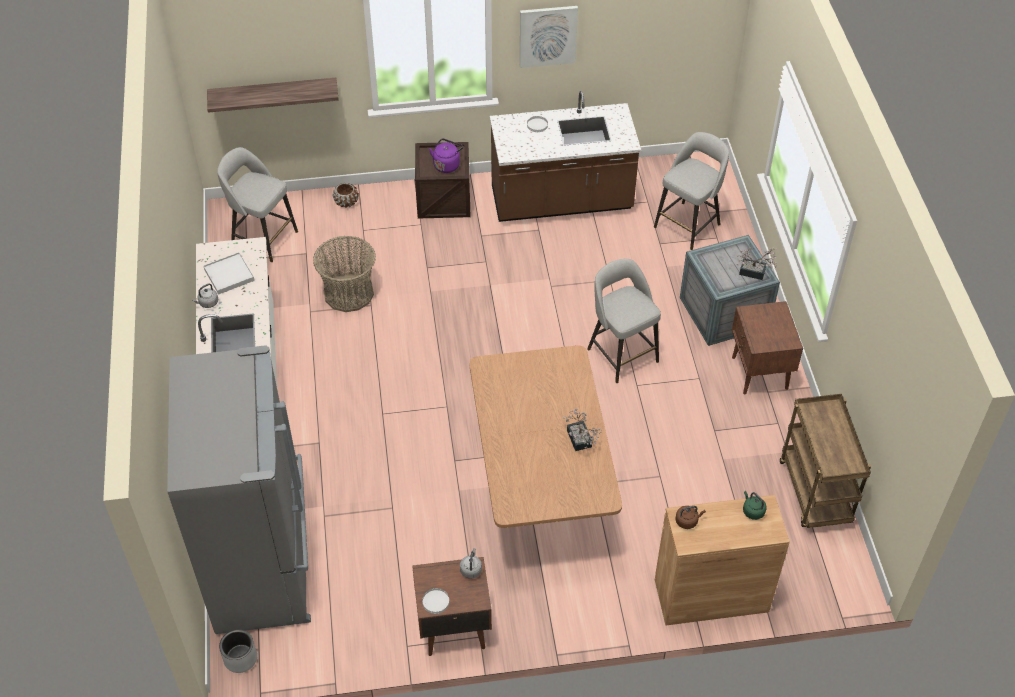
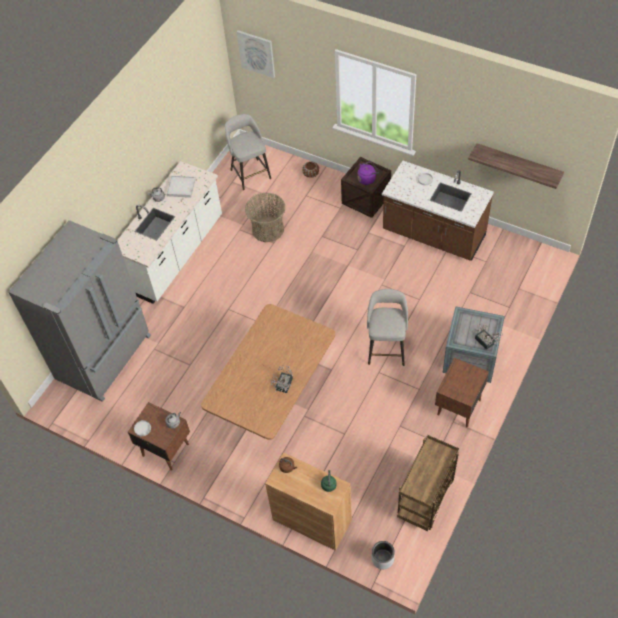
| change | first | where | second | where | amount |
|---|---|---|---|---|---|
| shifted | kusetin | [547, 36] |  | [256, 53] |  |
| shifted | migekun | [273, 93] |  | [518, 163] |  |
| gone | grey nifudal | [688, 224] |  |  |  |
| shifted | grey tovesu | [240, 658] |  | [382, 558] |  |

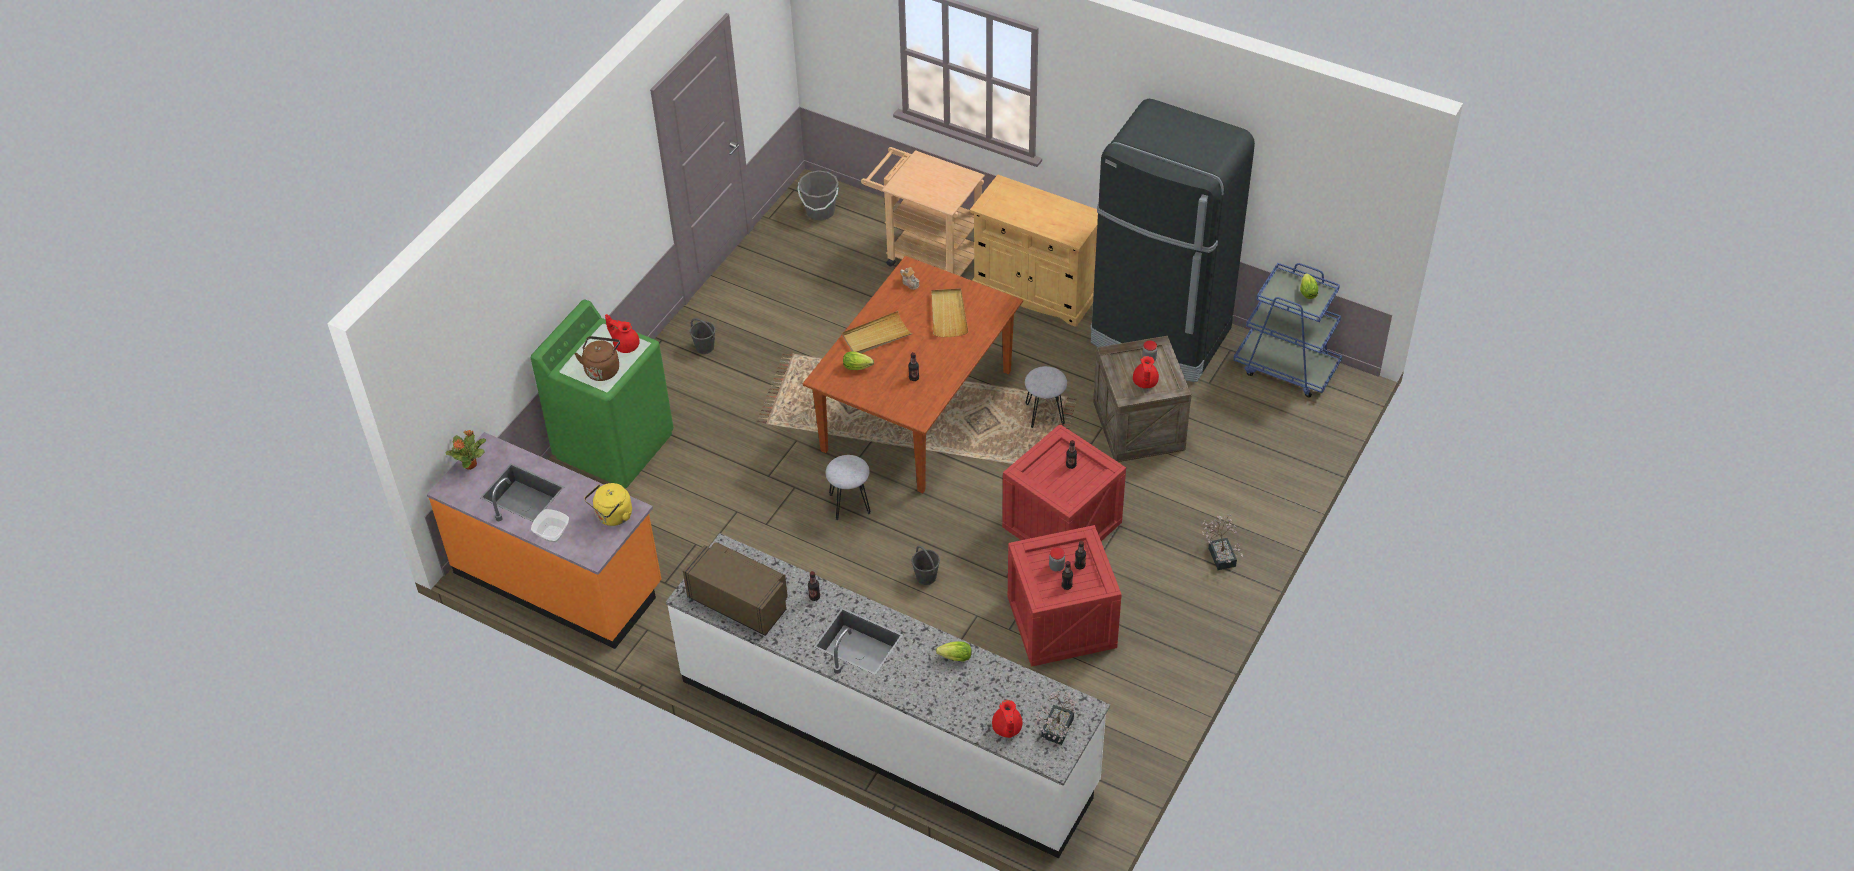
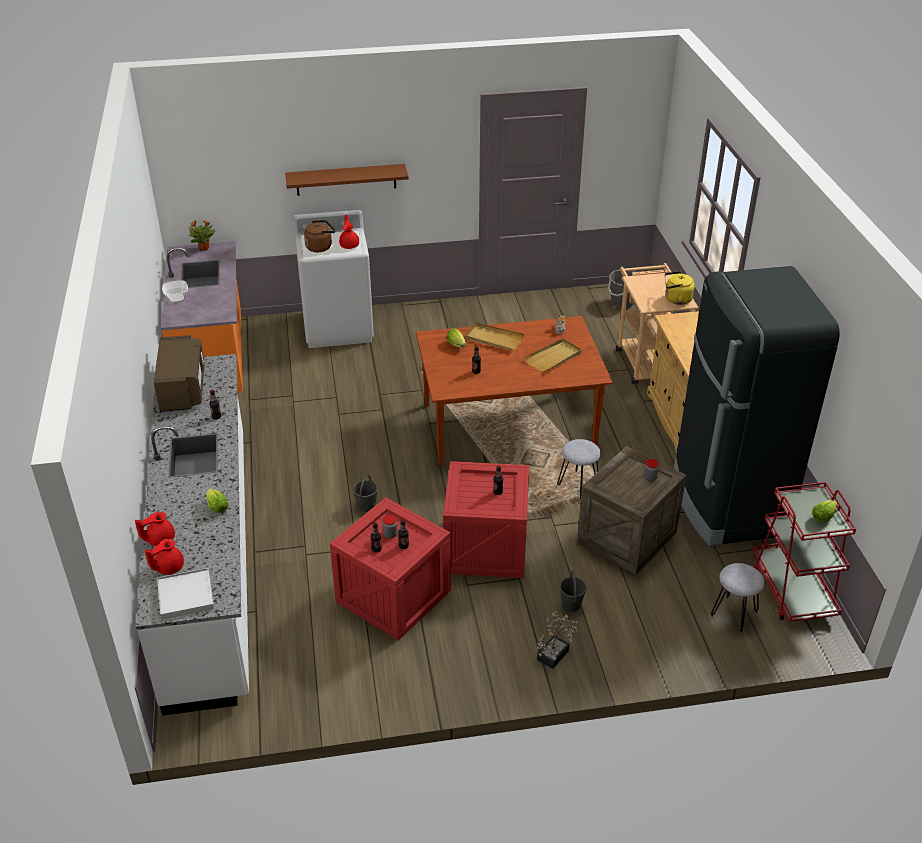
| change | first | where | second | where | amount |
|---|---|---|---|---|---|
| repainted | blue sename | [1286, 368] | red sename | [793, 590] |  |
| repainted | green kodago | [615, 445] | white kodago | [338, 327] |  |
| shifted | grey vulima | [704, 347] |  | [571, 604] |  |
| shifted | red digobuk | [1144, 382] |  | [159, 539] |  |
| shifted | grey nifudal | [849, 504] |  | [733, 613] |  |
| shifted | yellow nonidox | [612, 516] |  | [676, 299] |  |
| swapped | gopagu | [1055, 731] | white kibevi | [186, 595] |  |
| new |  |  | brown migekun | [346, 179] |  |

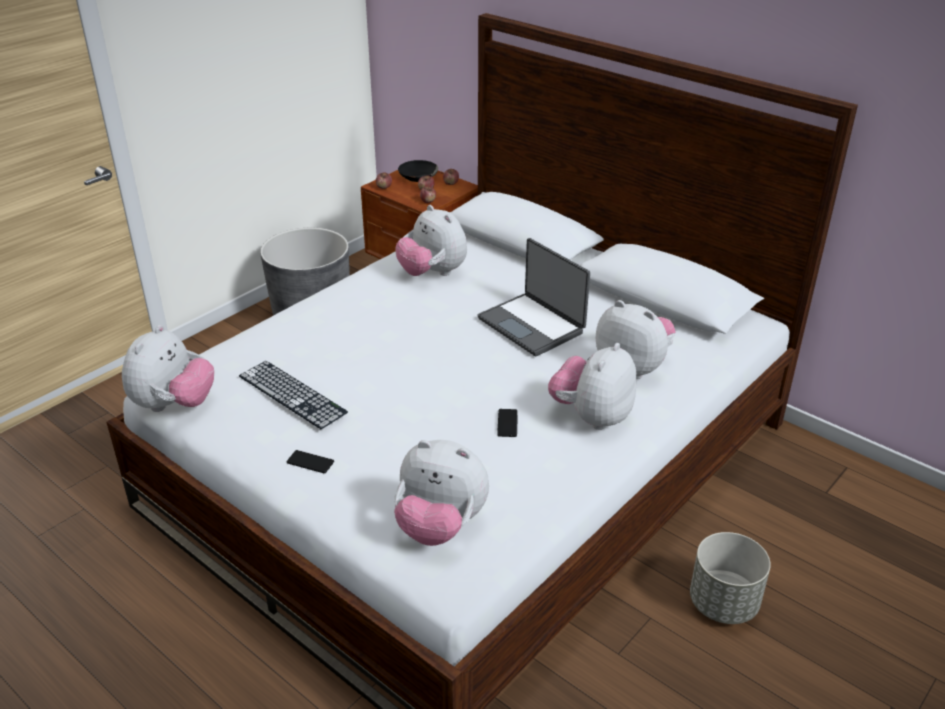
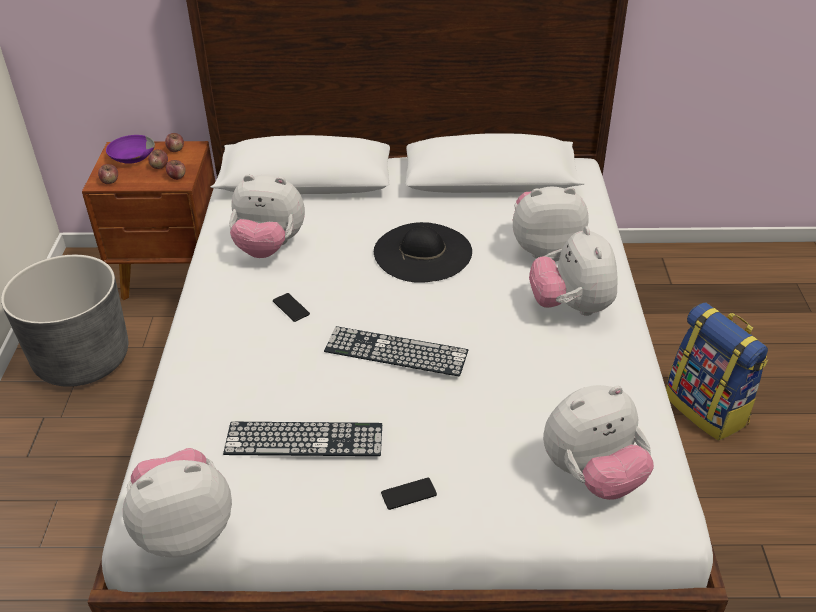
| change | first | where | second | where | amount |
|---|---|---|---|---|---|
| repainted | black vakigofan | [417, 177] | purple vakigofan | [131, 156] |  |
| swapped | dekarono | [532, 325] | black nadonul | [422, 252] |  |
| rotated | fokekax | [174, 405] |  | [185, 529] | 90 degrees counterclockwise |
| shifted | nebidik | [507, 423] |  | [291, 308] |  |
| swapped | grey tovesu | [723, 604] | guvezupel | [707, 409] |  |
| new |  |  | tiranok | [395, 351] |  |

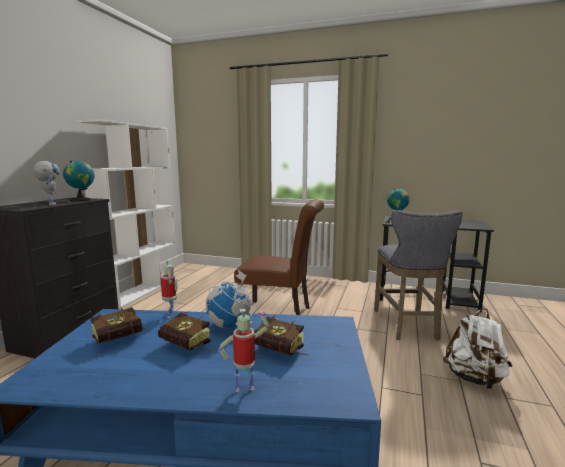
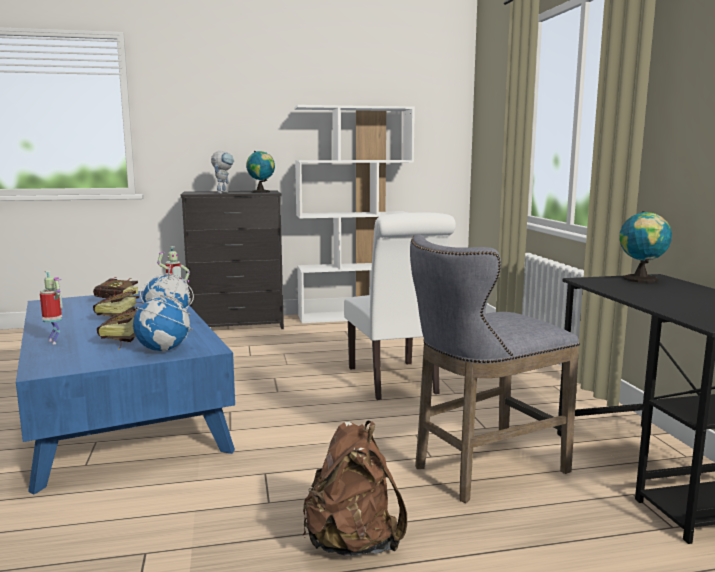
| change | first | where | second | where | amount |
|---|---|---|---|---|---|
| repainted | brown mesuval | [280, 313] | white mesuval | [395, 382] |  |
| repainted | white guvezupel | [475, 379] | brown guvezupel | [353, 543] |  |
| new |  |  | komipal | [164, 349] |  |

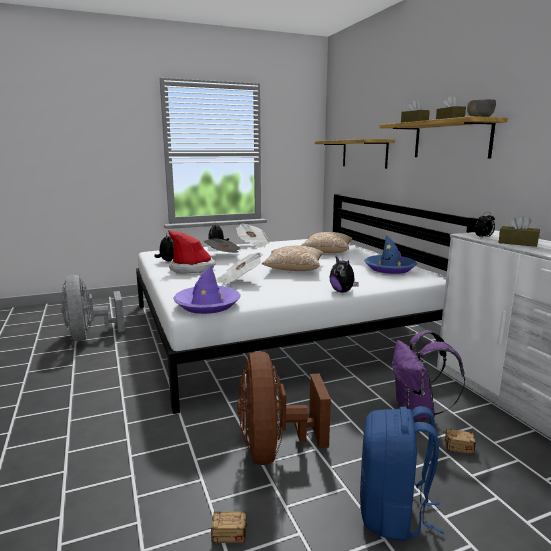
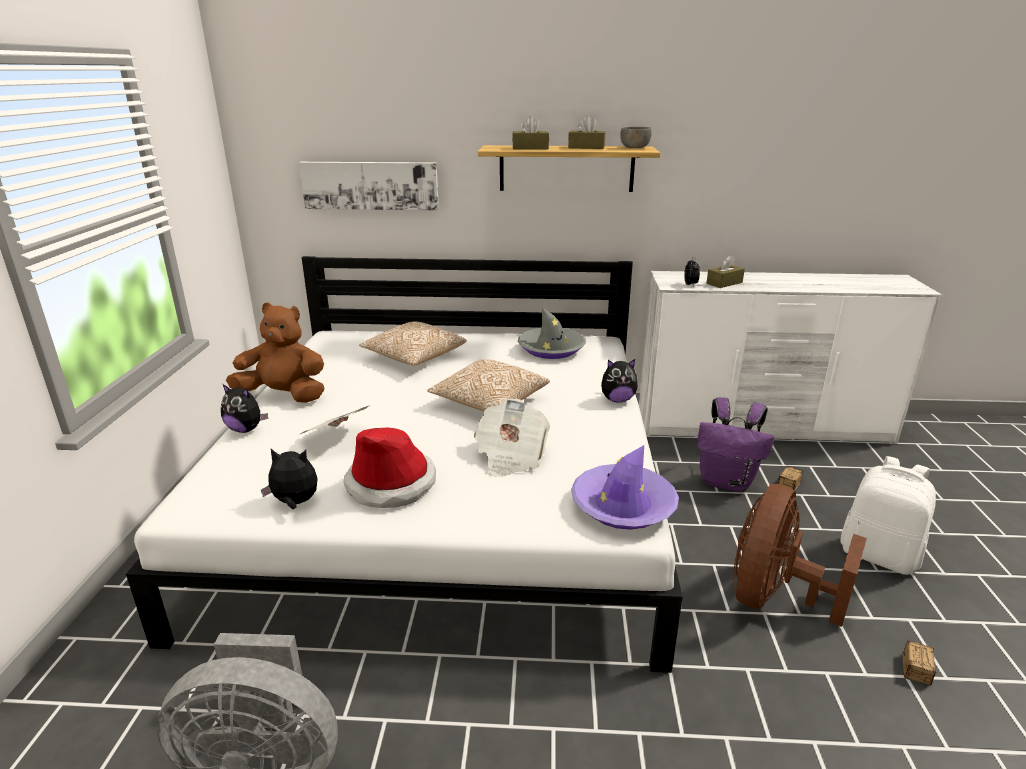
| change | first | where | second | where | amount |
|---|---|---|---|---|---|
| swapped | migekun | [364, 154] | kusetin | [370, 185] |  |
| swapped | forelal | [253, 244] | brown fokekax | [284, 396] |  |
| repainted | blue nadonul | [390, 269] | grey nadonul | [551, 349] |  |
| rotated | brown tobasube | [274, 449] |  | [774, 597] | 105 degrees clockwise |
| repainted | blue guvezupel | [393, 513] | white guvezupel | [879, 555] |  |

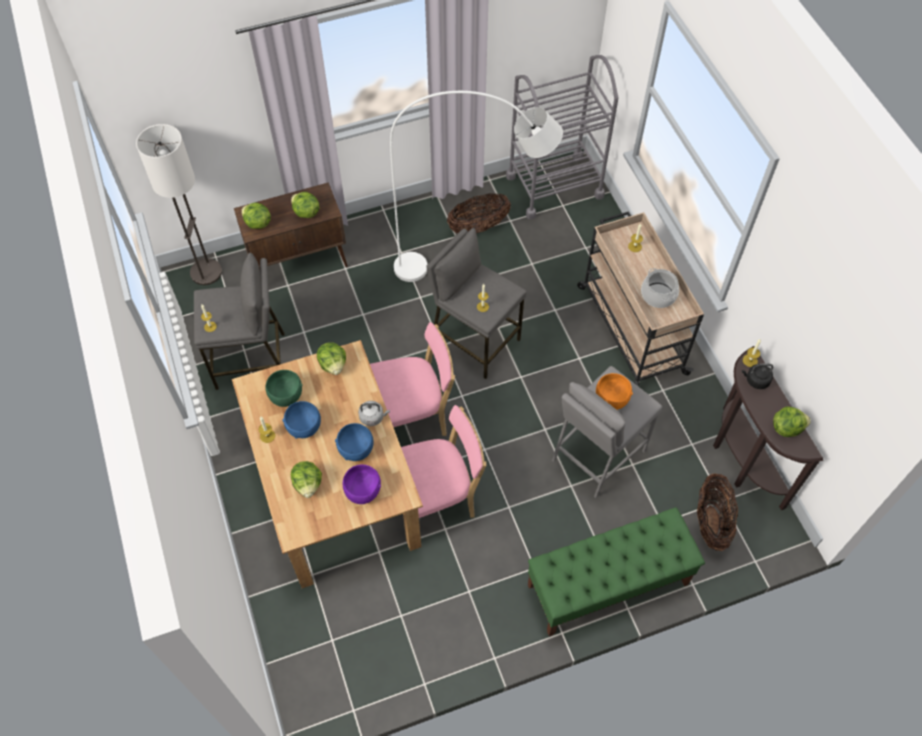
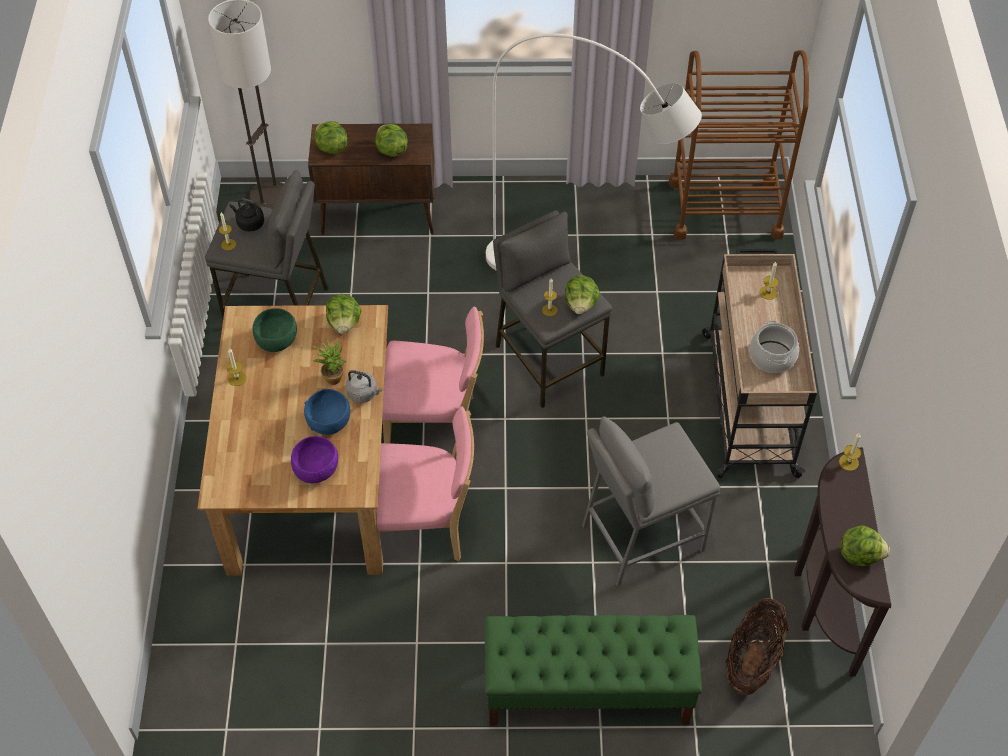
| change | first | where | second | where | amount |
|---|---|---|---|---|---|
| repainted | grey sename | [554, 186] | brown sename | [725, 208] |  |
| gone | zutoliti | [478, 226] |  |  |  |
| shifted | black nonidox | [756, 380] |  | [249, 223] |  |
| gone | orange vakigofan | [611, 399] |  |  |  |
| gone | blue vakigofan | [304, 426] |  |  |  |
| shifted | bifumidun | [308, 484] |  | [581, 304] |  |
| new |  |  | gopagu | [333, 375] |  |

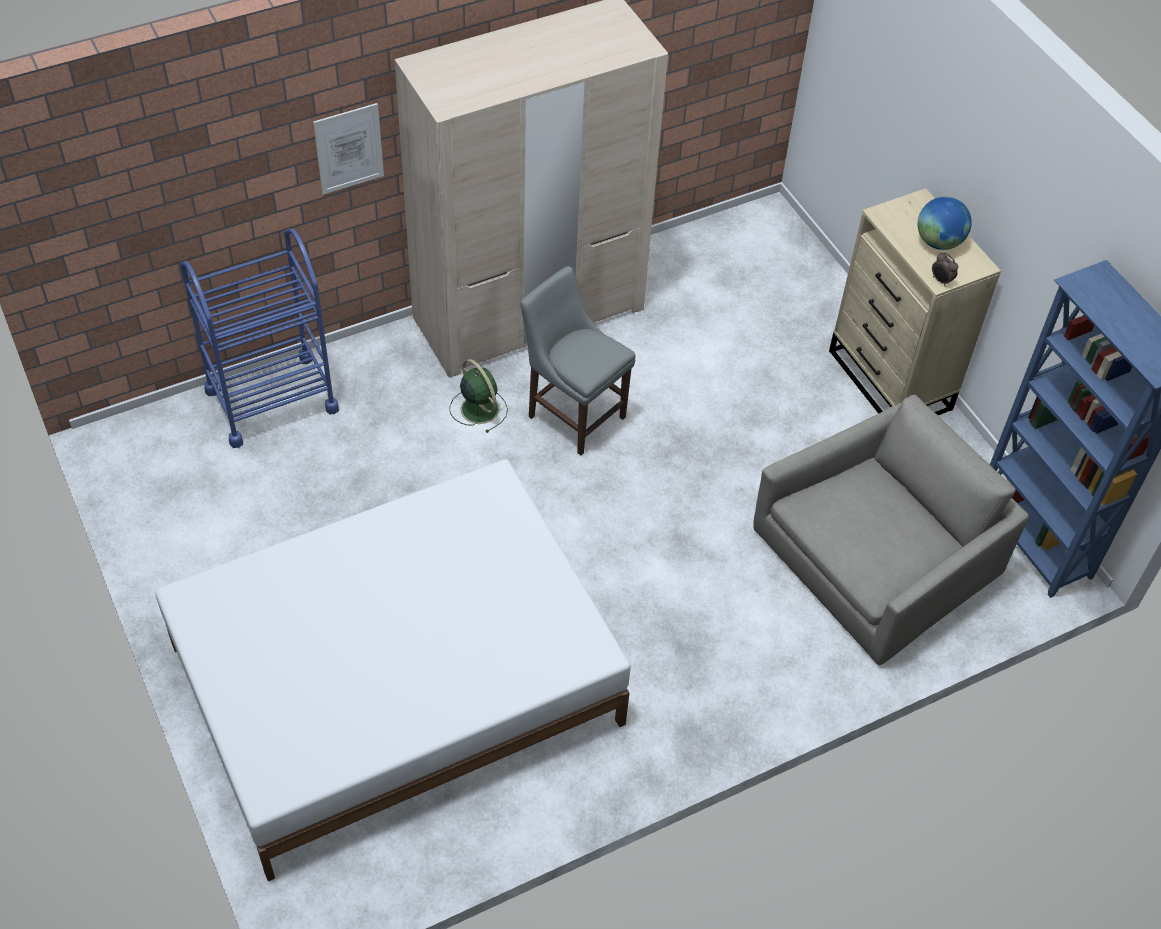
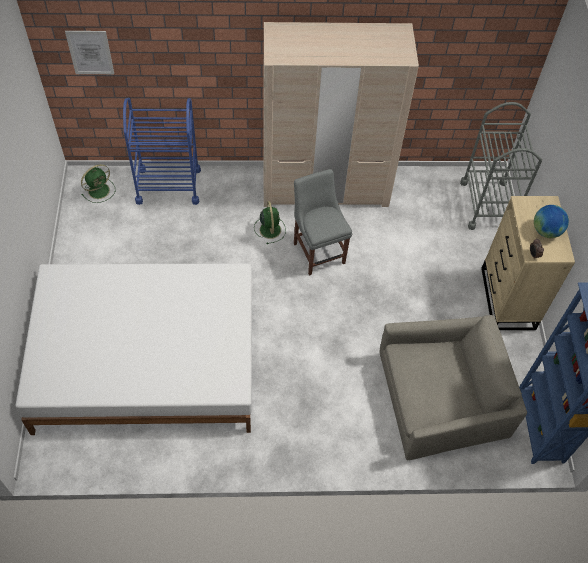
| change | first | where | second | where | amount |
|---|---|---|---|---|---|
| shifted | kusetin | [349, 148] |  | [90, 52] |  |
| new |  |  | grey sename | [487, 204] |  |
| new |  |  | green tobasube | [99, 190] |  |

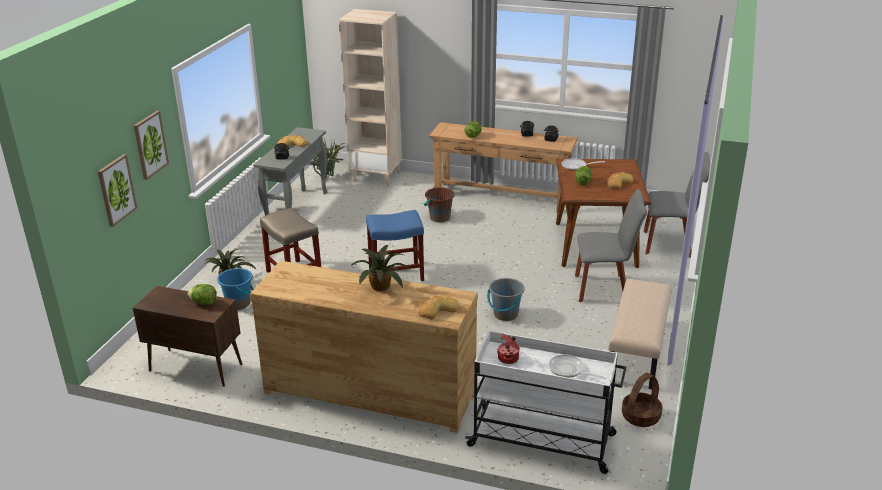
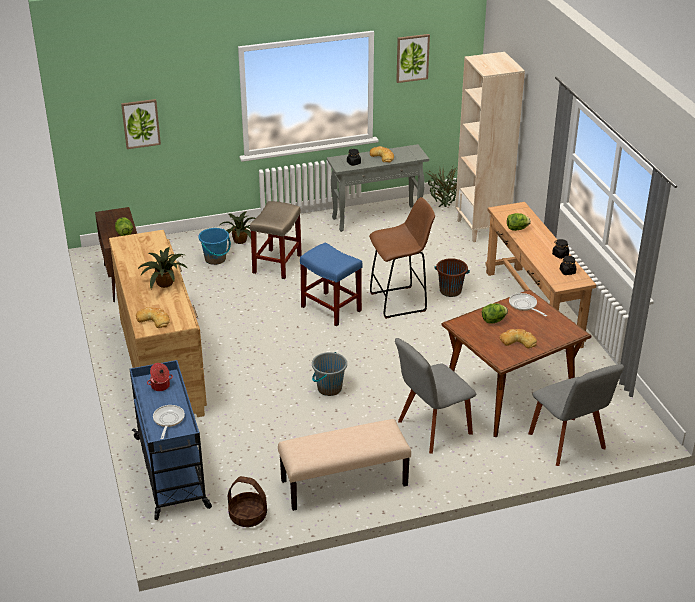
| change | first | where | second | where | amount |
|---|---|---|---|---|---|
| shifted | kusetin | [150, 144] |  | [412, 58] |  |
| rotated | grey mesuval | [604, 289] |  | [432, 429] | 90 degrees clockwise |
| repainted | white sename | [543, 441] | blue sename | [172, 473] |  |
| new |  |  | brown nifudal | [400, 302] |  |

